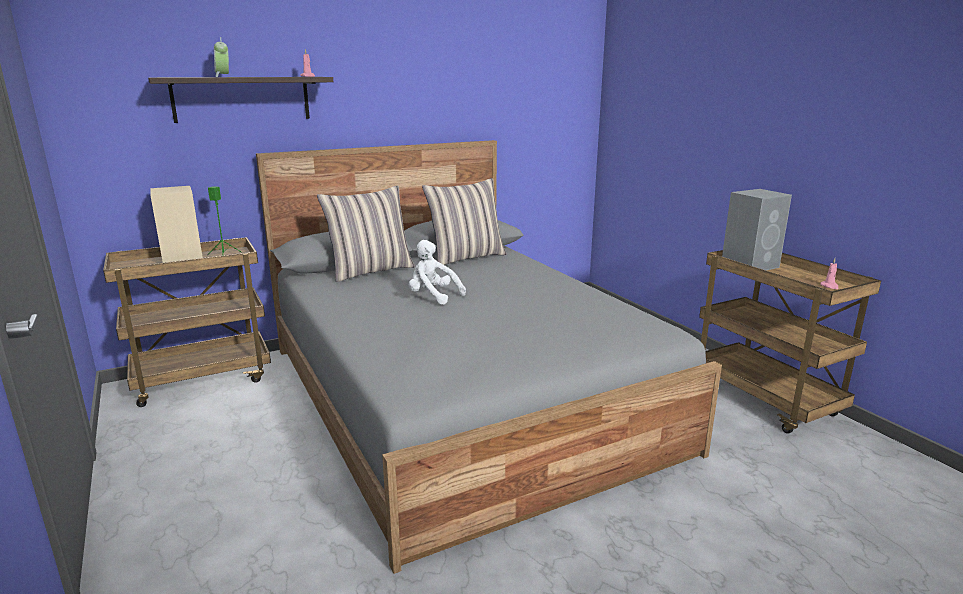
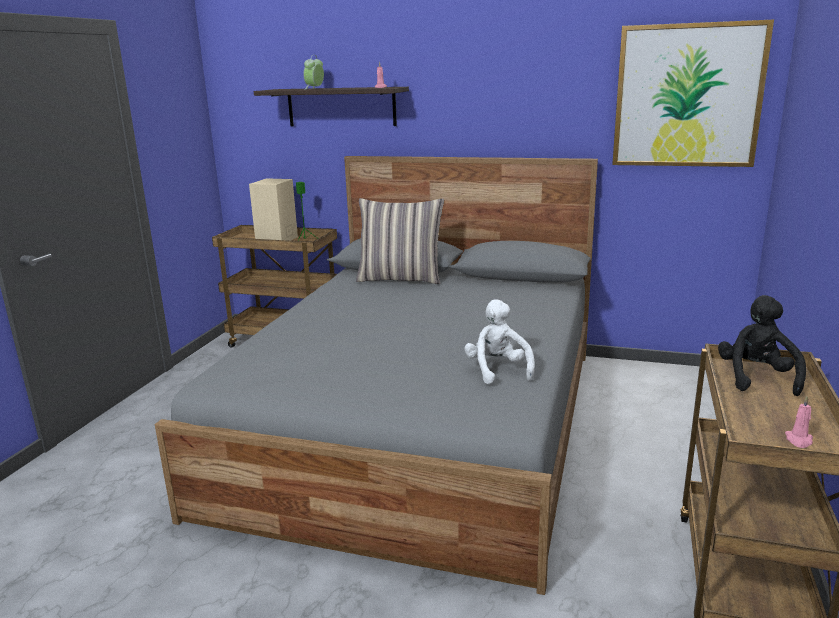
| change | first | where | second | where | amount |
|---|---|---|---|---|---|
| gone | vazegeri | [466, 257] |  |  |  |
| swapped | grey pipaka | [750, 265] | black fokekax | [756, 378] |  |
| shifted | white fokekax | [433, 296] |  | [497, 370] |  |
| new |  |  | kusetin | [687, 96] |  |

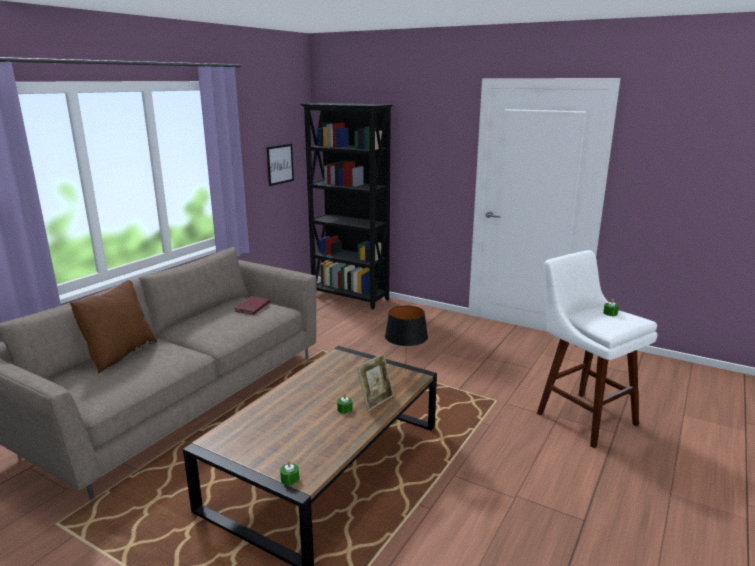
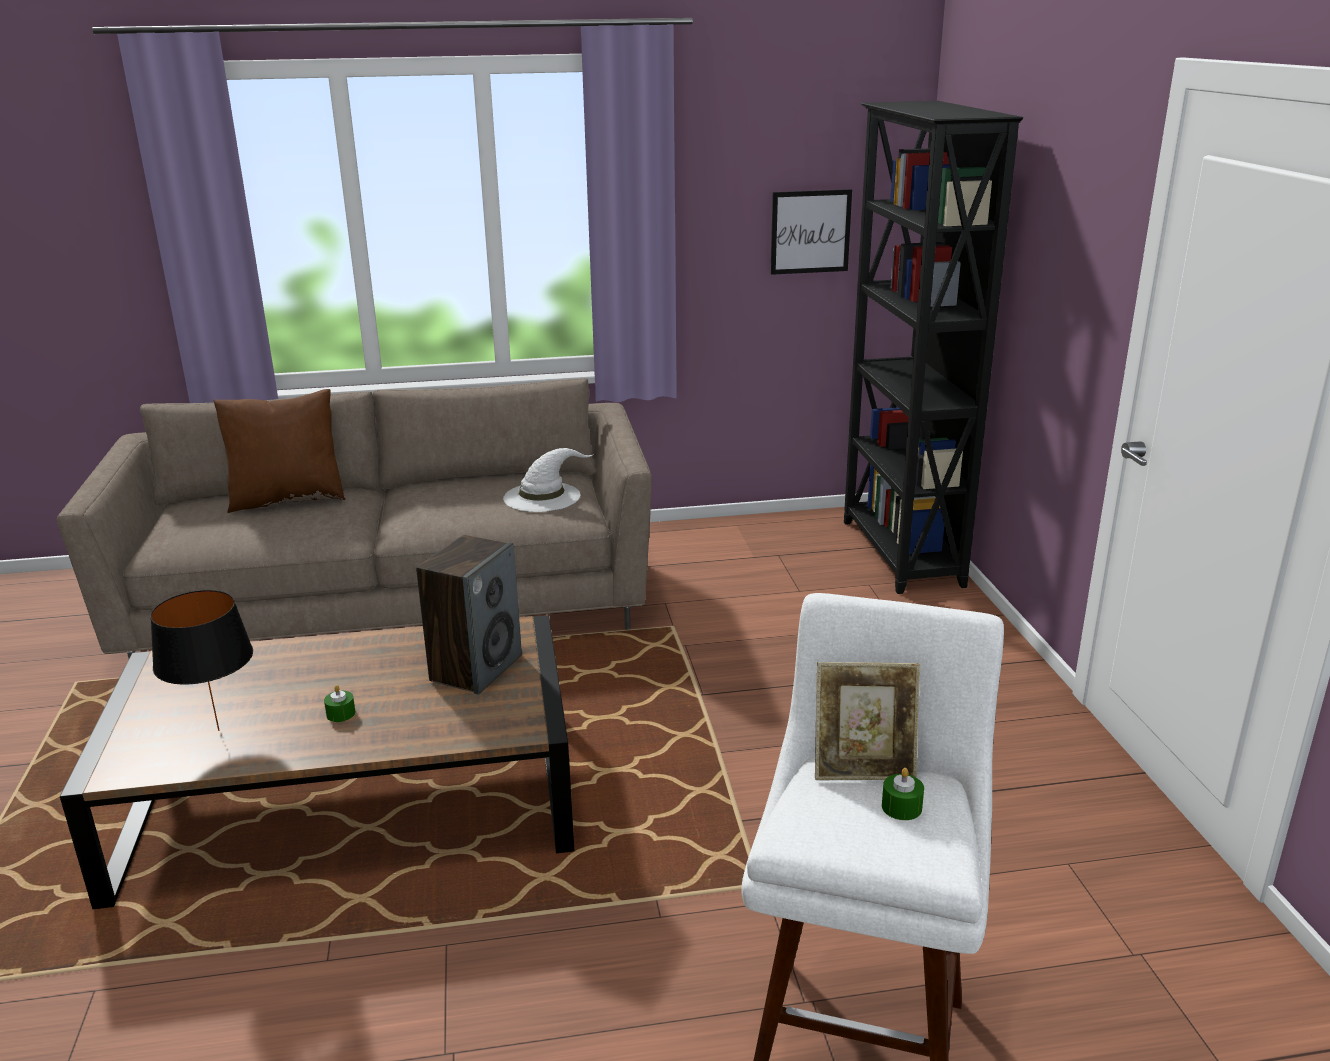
| change | first | where | second | where | amount |
|---|---|---|---|---|---|
| swapped | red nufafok | [252, 307] | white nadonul | [543, 496] |  |
| shifted | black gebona | [406, 371] |  | [218, 731] |  |
| shifted | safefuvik | [376, 400] |  | [863, 769] |  |
| gone | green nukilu | [290, 479] |  |  |  |
| new |  |  | pipaka | [476, 668] |  |

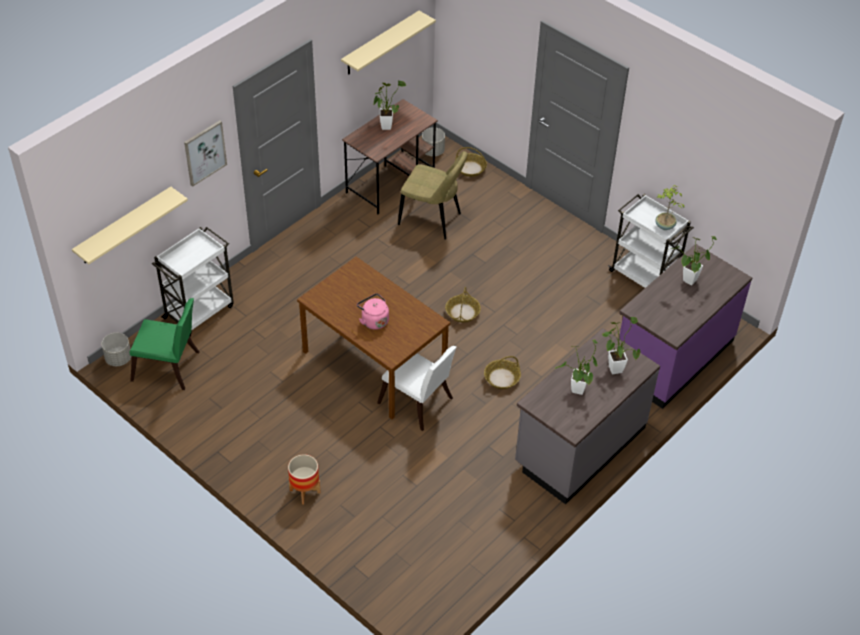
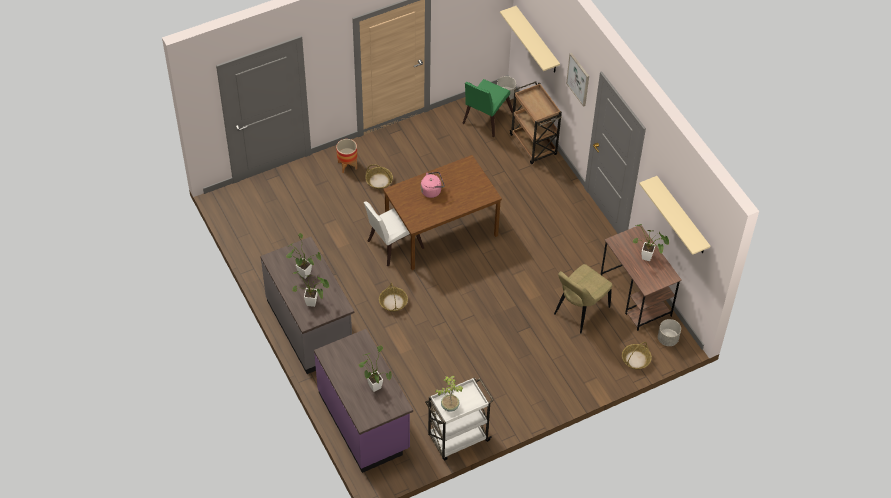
| change | first | where | second | where | amount |
|---|---|---|---|---|---|
| repainted | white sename | [199, 311] | brown sename | [533, 145] |  |
| shifted | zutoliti | [462, 312] |  | [379, 181] |  |

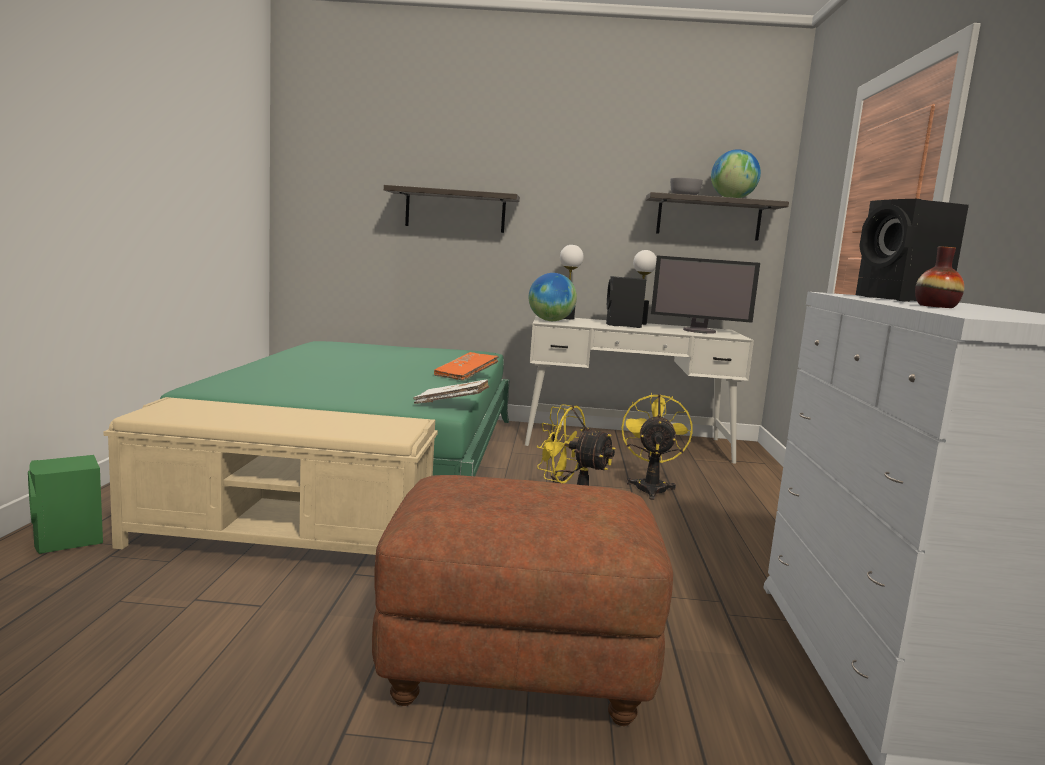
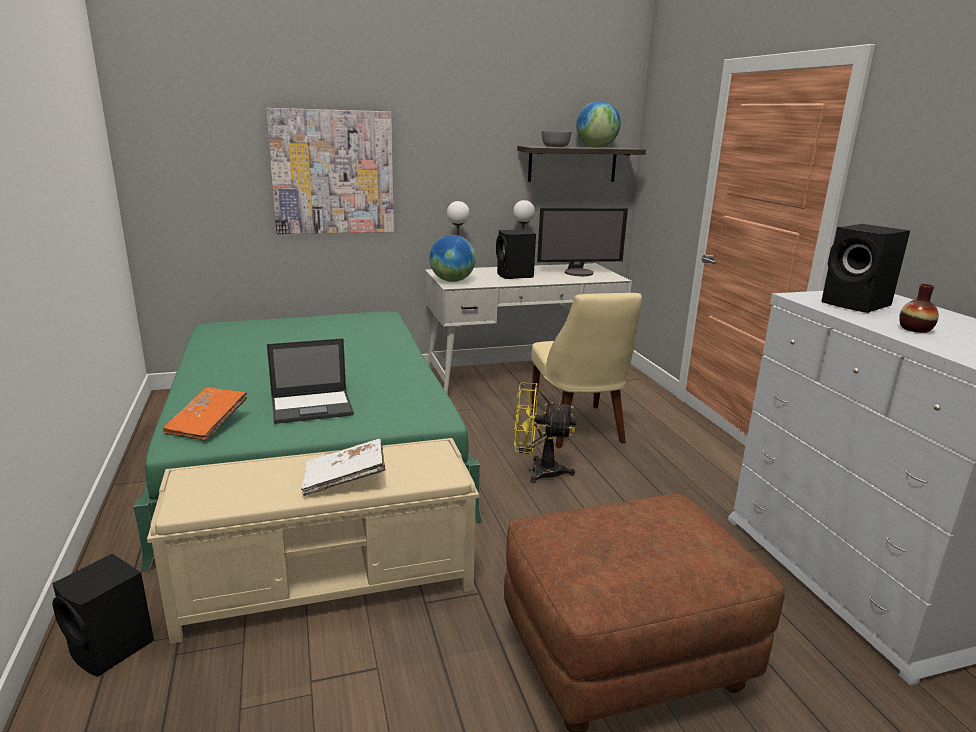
| change | first | where | second | where | amount |
|---|---|---|---|---|---|
| swapped | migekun | [455, 211] | kusetin | [333, 172] |  |
| shifted | orange nufafok | [466, 376] |  | [208, 425] |  |
| shifted | white nufafok | [452, 404] |  | [345, 480] |  |
| swapped | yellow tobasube | [650, 487] | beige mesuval | [578, 428] |  |
| repainted | green pipaka | [68, 541] | black pipaka | [112, 649] |  |
| new |  |  | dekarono | [313, 407] |  |

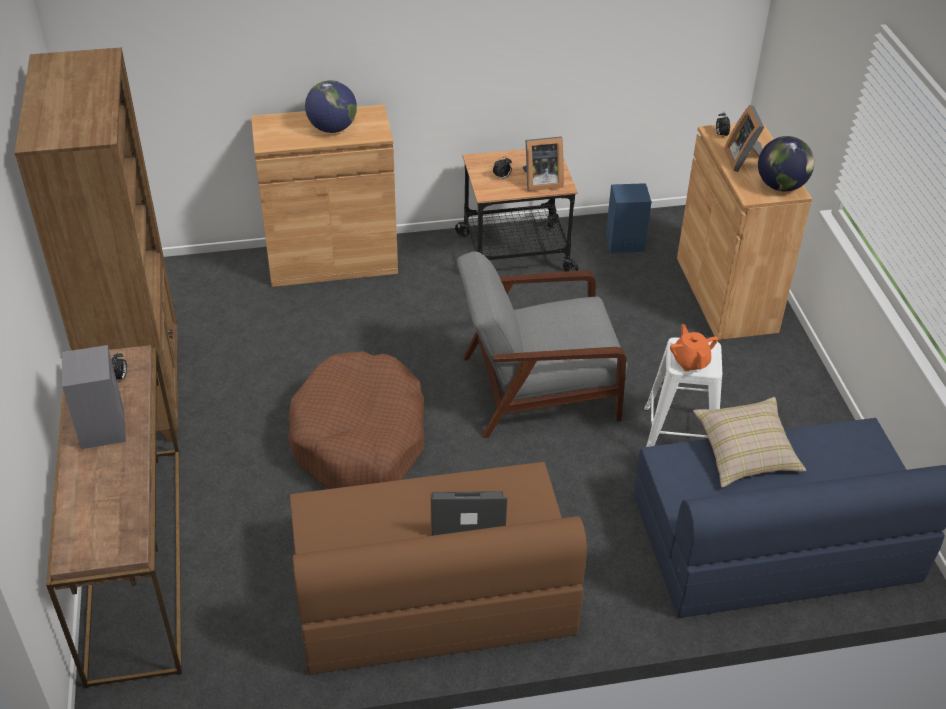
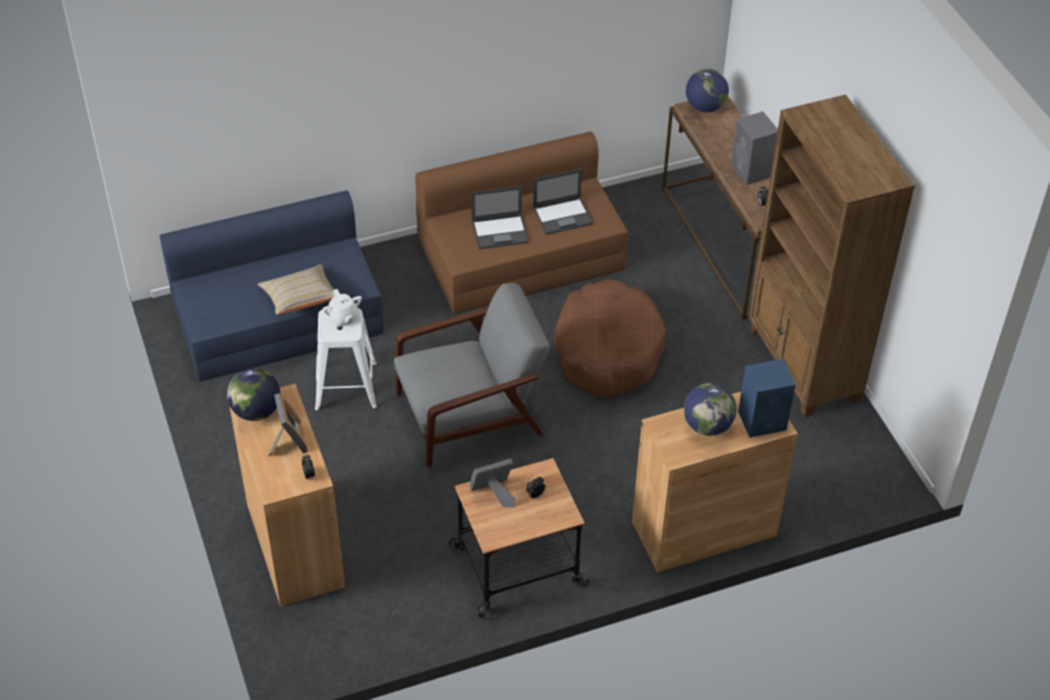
| change | first | where | second | where | amount |
|---|---|---|---|---|---|
| shifted | blue pipaka | [623, 242] |  | [763, 420] |  |
| repainted | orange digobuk | [690, 361] | white digobuk | [343, 318] |  |
| new |  |  | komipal | [705, 107] |  |
| new |  |  | dekarono | [563, 216] |  |

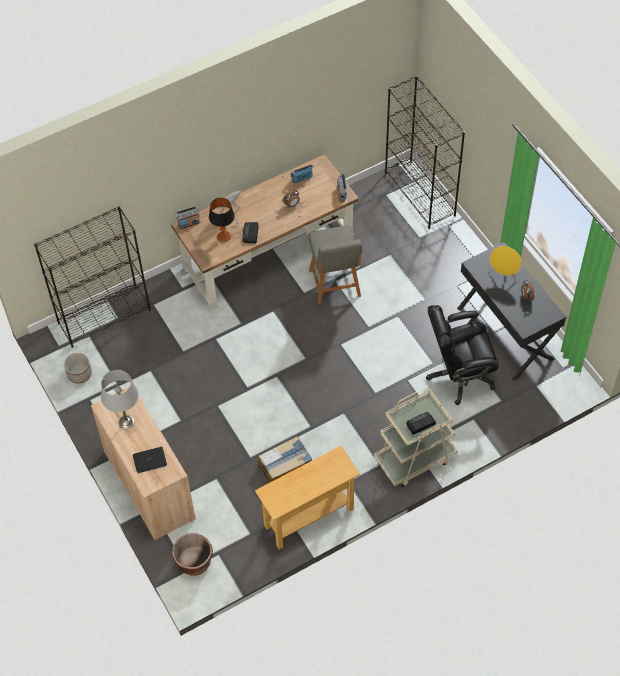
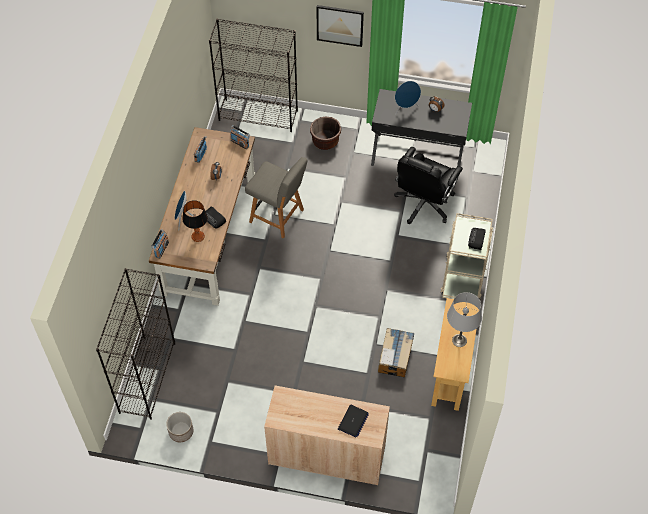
| change | first | where | second | where | amount |
|---|---|---|---|---|---|
| repainted | yellow pipaka | [503, 274] | blue pipaka | [405, 108] |  |
| shifted | grey gebona | [126, 422] |  | [459, 340] |  |
| shifted | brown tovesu | [194, 562] |  | [325, 141] |  |
| new |  |  | kusetin | [340, 25] |  |

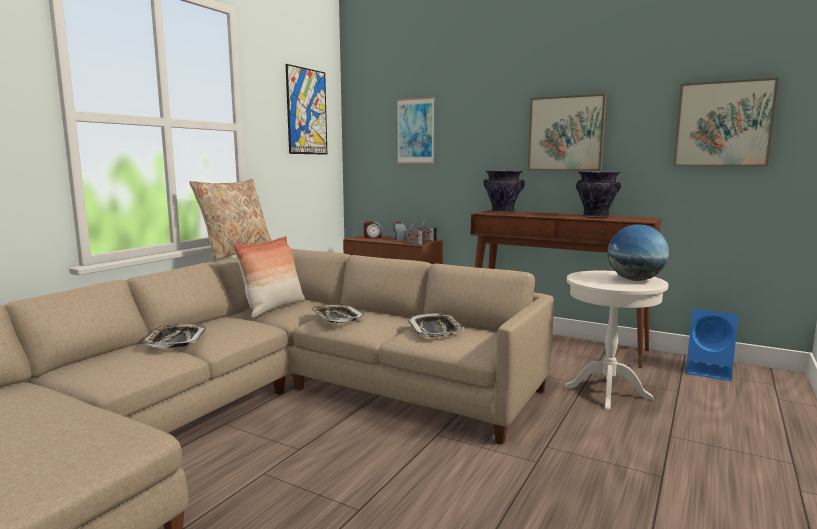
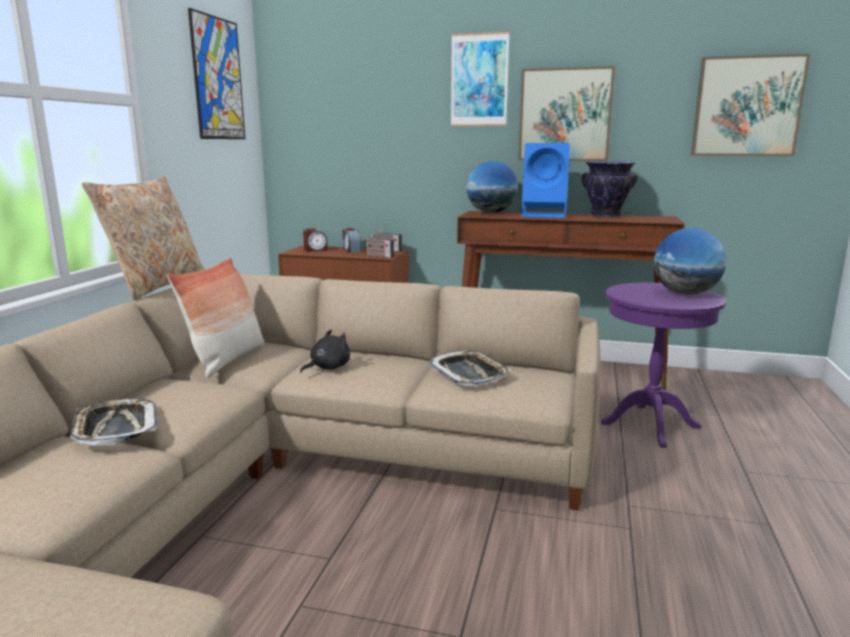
| change | first | where | second | where | amount |
|---|---|---|---|---|---|
| shifted | kusetin | [415, 131] |  | [479, 80] |  |
| swapped | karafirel | [503, 212] | komipal | [491, 213] |  |
| repainted | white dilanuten | [608, 392] | purple dilanuten | [650, 425] |  |
| swapped | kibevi | [336, 318] | black fokekax | [328, 368] |  |
| shifted | blue pipaka | [709, 371] |  | [545, 215] |  |

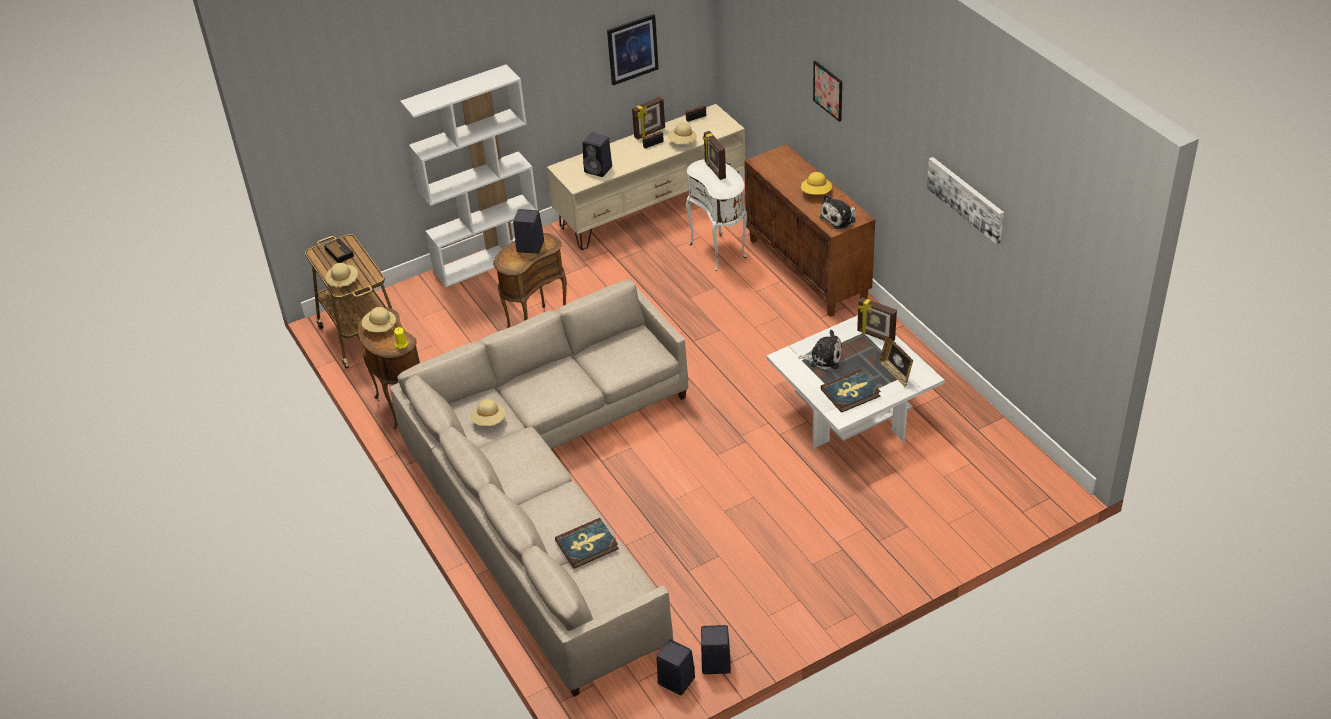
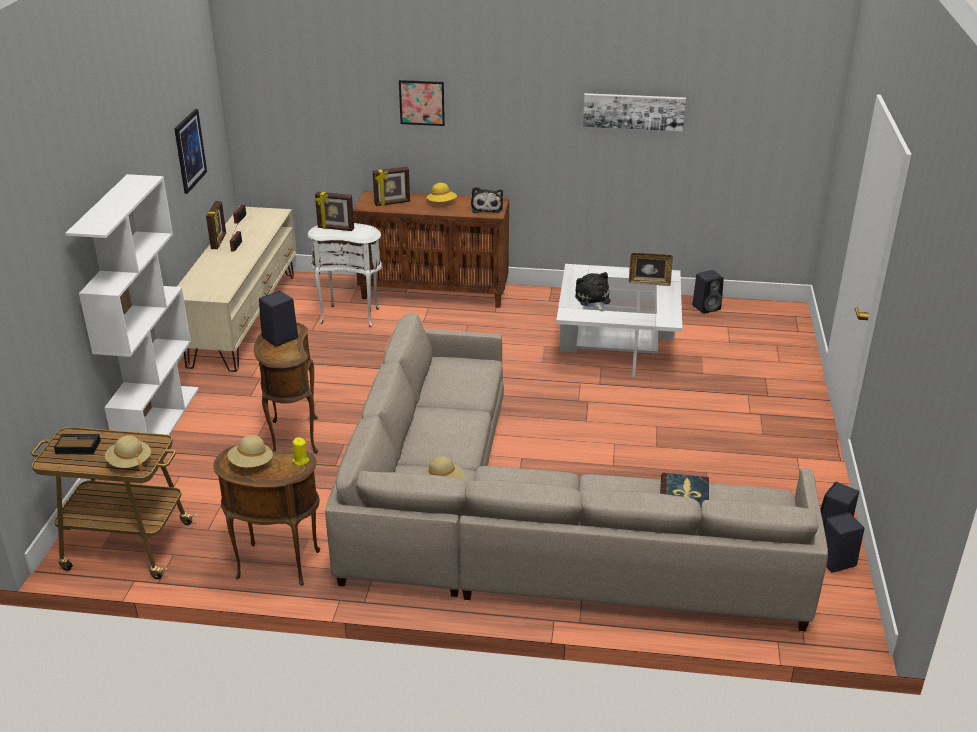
| change | first | where | second | where | amount |
|---|---|---|---|---|---|
| gone | beige nadonul | [682, 142] |  |  |  |
| shifted | black pipaka | [599, 170] |  | [707, 307] |  |
| shifted | safefuvik | [875, 336] |  | [392, 203] |  |
| rotated | fokekax | [823, 357] |  | [593, 300] | 60 degrees counterclockwise |
| gone | nufafok | [850, 393] |  |  |  |

